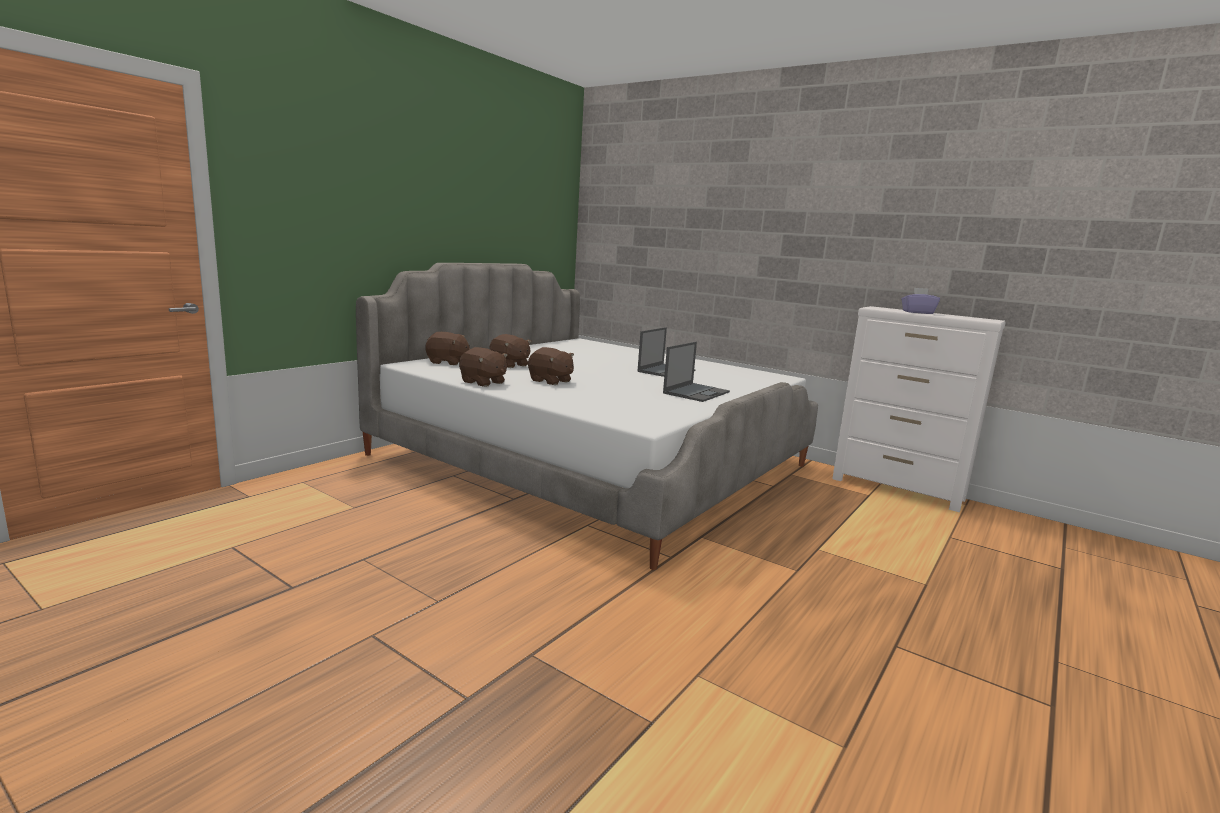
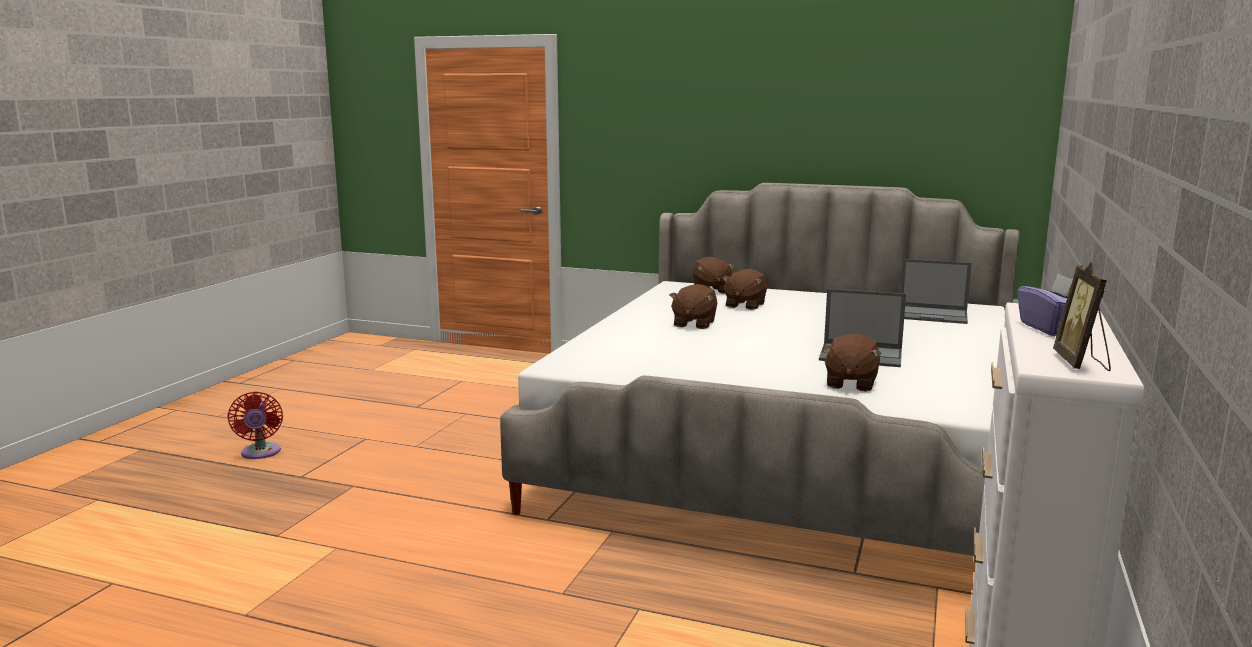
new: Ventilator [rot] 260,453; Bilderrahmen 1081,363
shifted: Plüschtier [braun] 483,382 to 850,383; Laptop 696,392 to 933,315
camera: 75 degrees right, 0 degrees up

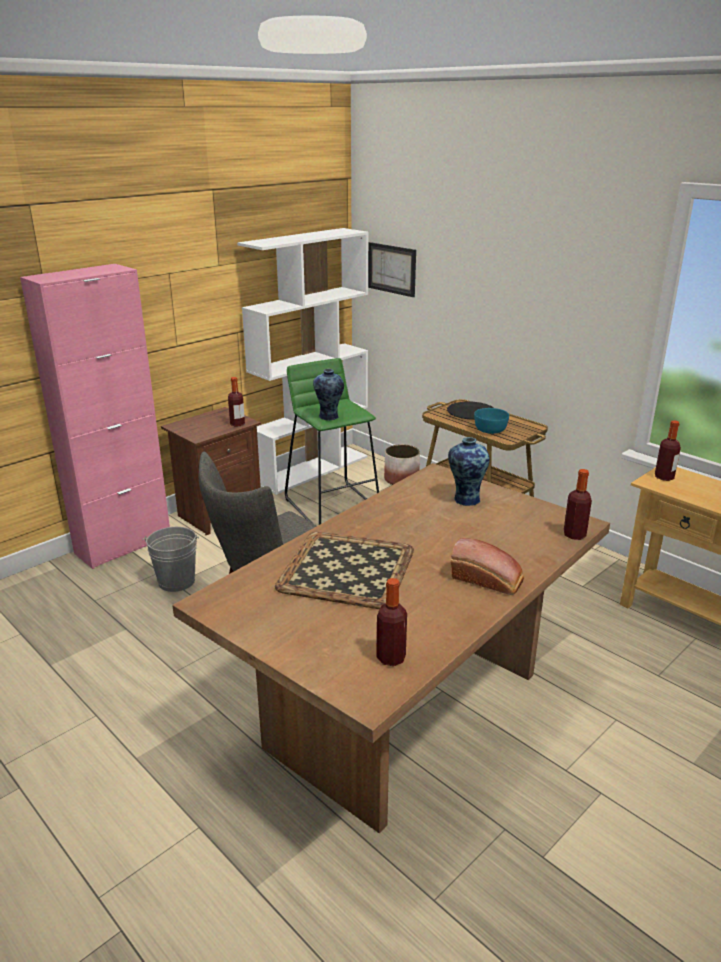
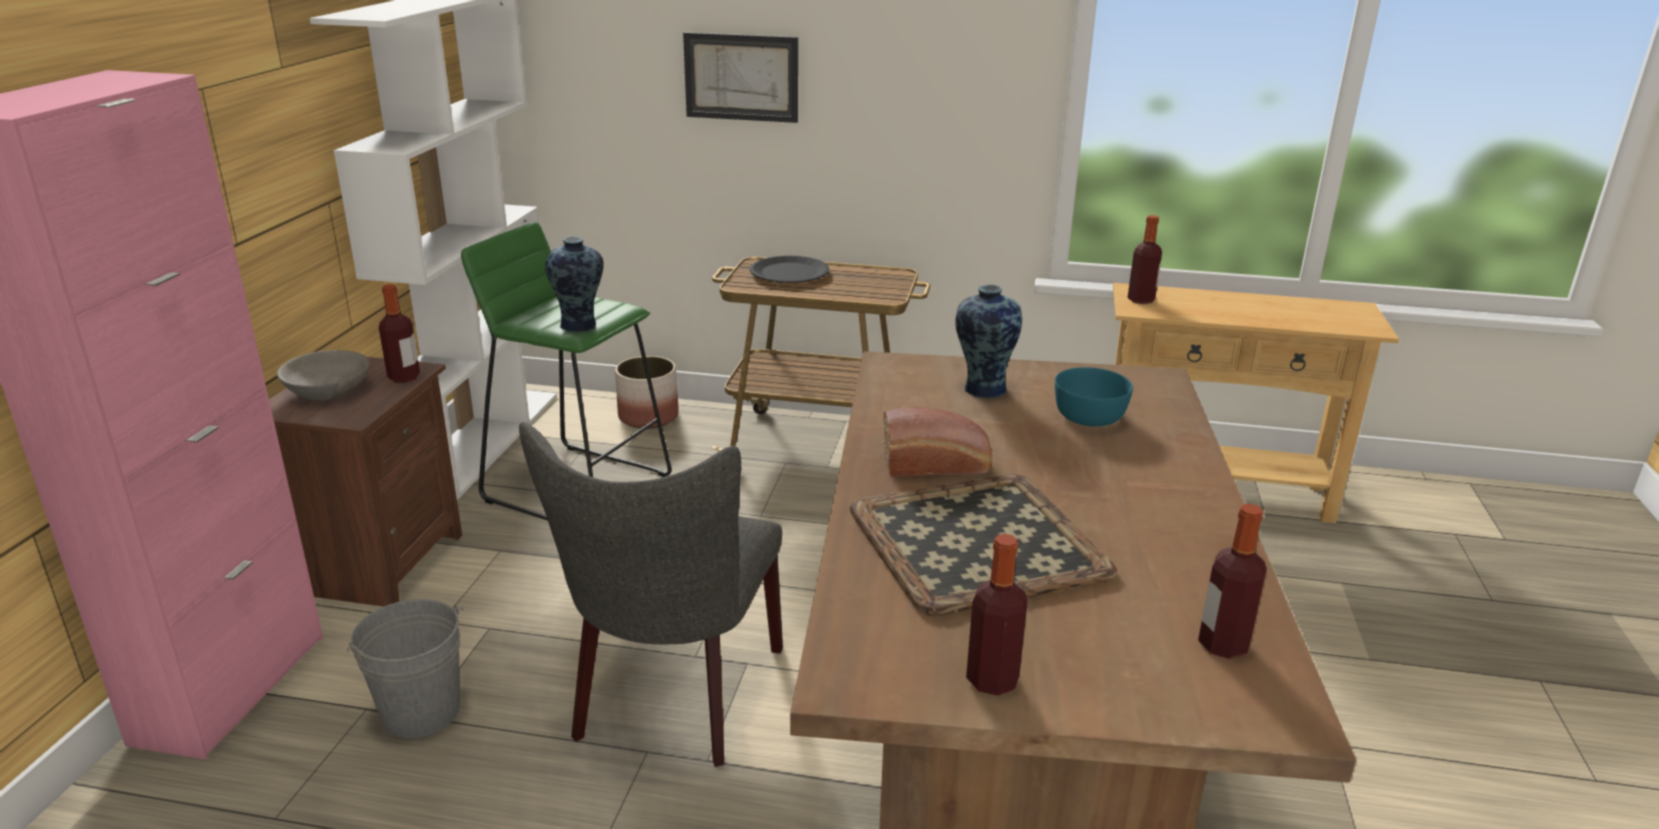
new: Schüssel [grau] 328,390
shifted: Bild 391,269 to 741,77; Brot 488,580 to 937,464; Schüssel [türkis] 490,430 to 1089,417; Flasche 574,535 to 992,680
camera: 35 degrees left, 0 degrees up

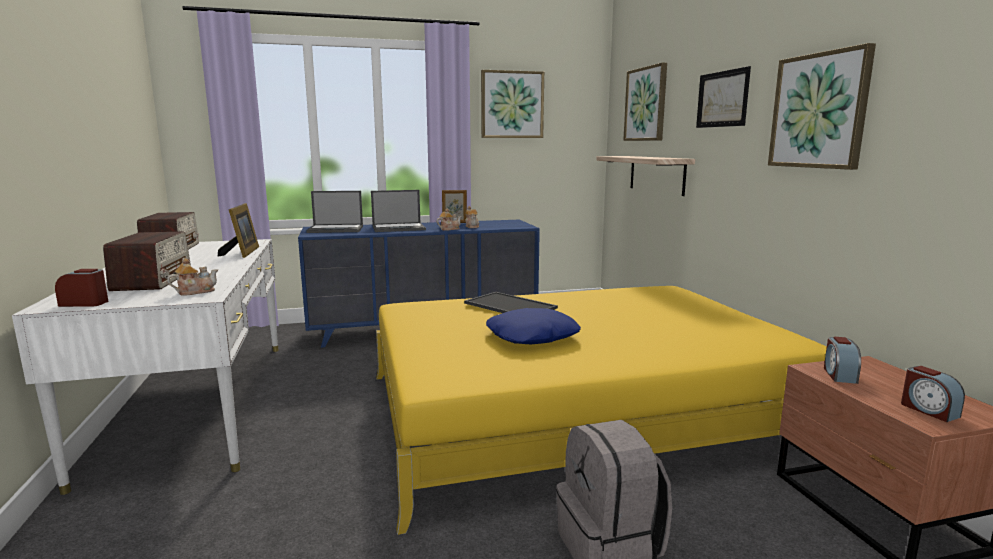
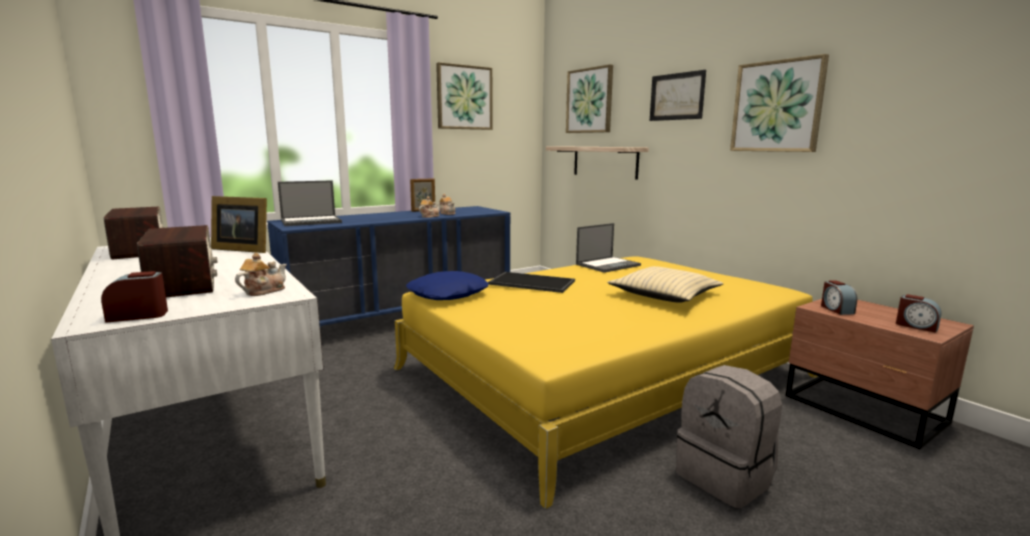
new: Kissen [beige] 664,295
shifted: Laptop 399,228 to 608,265; Kissen [blau] 532,336 to 448,294
rotated: Bilderrahmen 243,253 = 242,249 135 degrees clockwise
camera: 20 degrees left, 0 degrees up

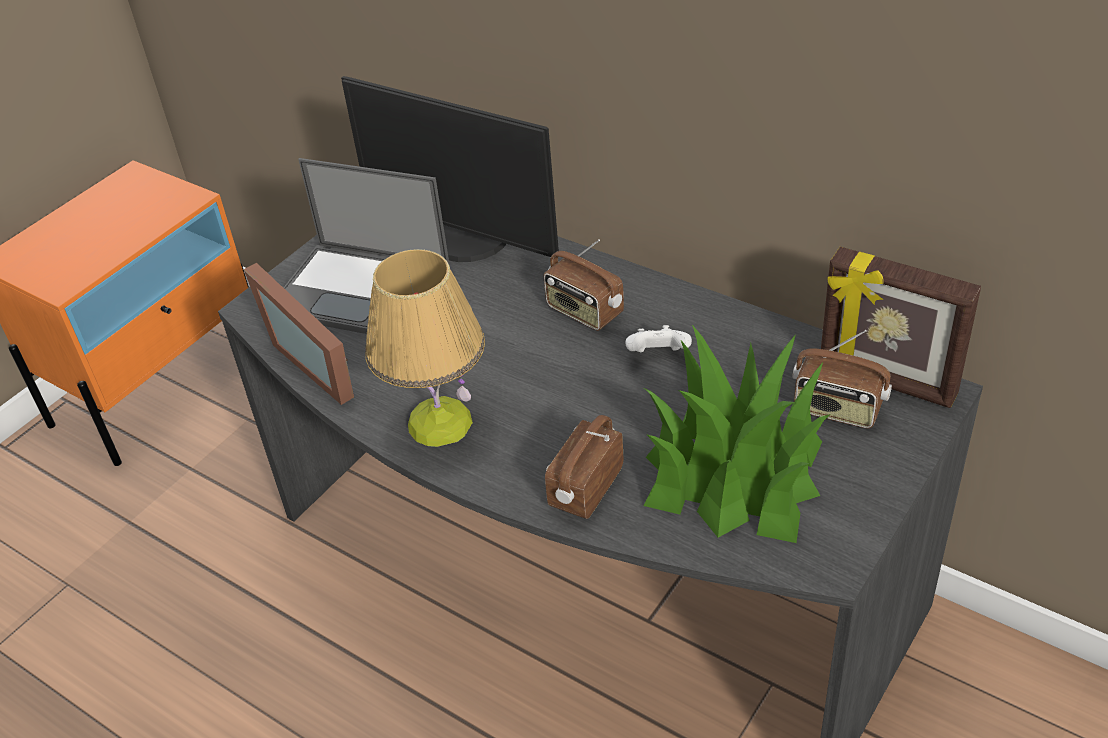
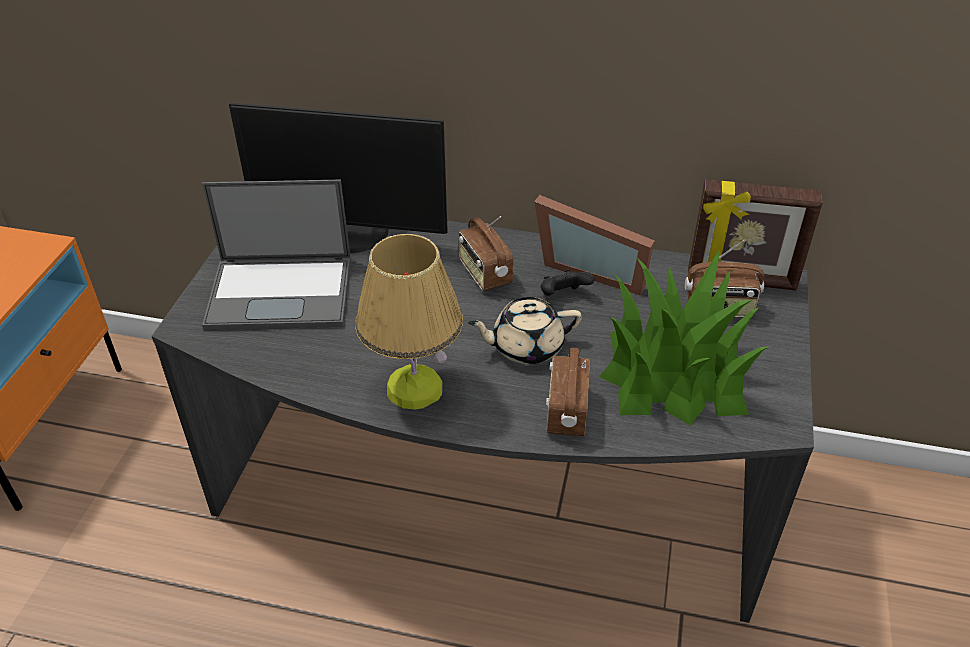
new: Teekanne [beige] 525,346
shifted: Bilderrahmen 319,361 to 592,268
repainted: Gamepad [weiß] 658,356 to Gamepad [schwarz] 563,296
rotated: Radio 584,312 = 484,273 45 degrees clockwise
camera: 25 degrees left, 0 degrees up

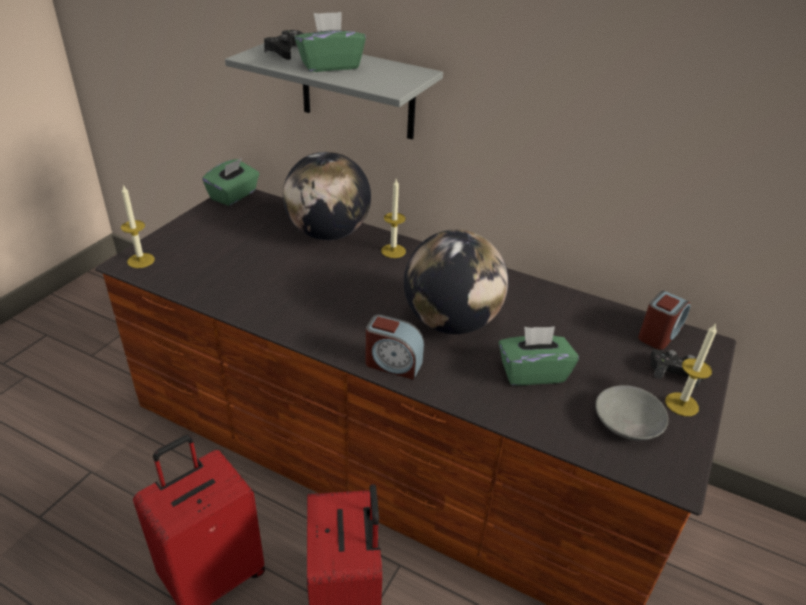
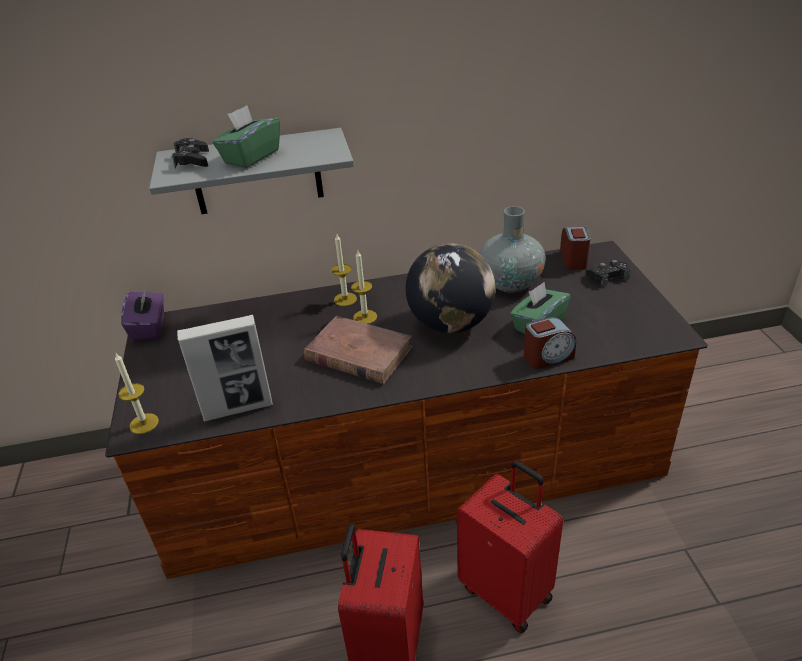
gone: Globus 328,234; Schüssel [grau] 627,424
new: Bilderrahmen 238,409; Buch [braun] 358,354; Vase [grau] 510,282
shifted: Wecker 393,363 to 547,357; Kerze 681,404 to 365,317
repainted: Taschentuchbox [grün] 234,195 to Taschentuchbox [lila] 150,327
camera: 35 degrees left, 0 degrees up

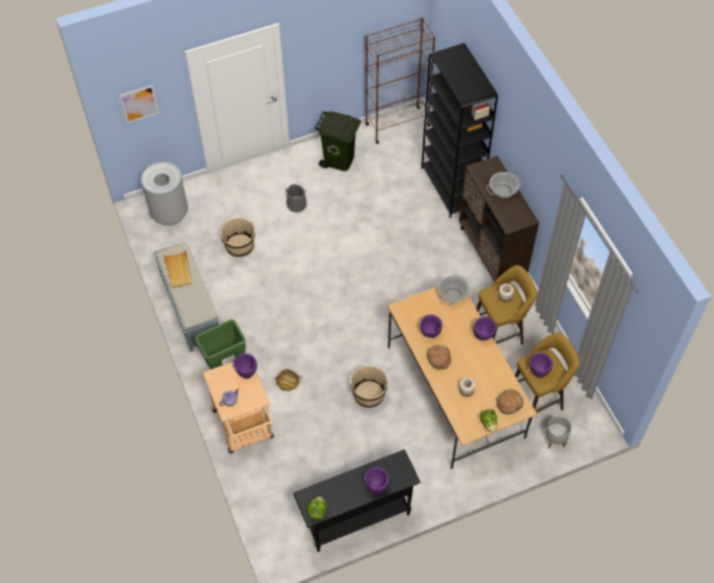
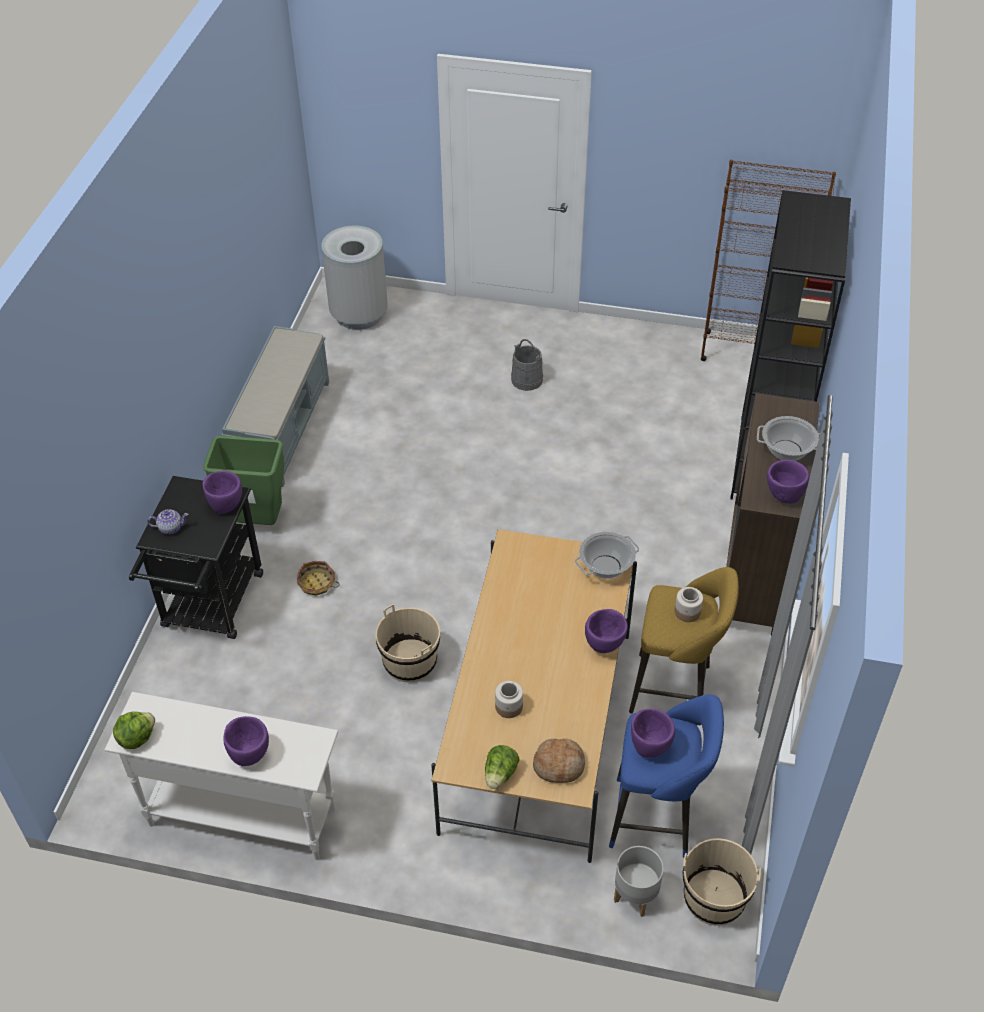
gone: Bild 139,104; Tablett [beige] 178,270; Mülleimer [grün] 339,160; Brot 438,359
shifted: Eimer [beige] 239,246 to 714,897; Schüssel [lila] 430,333 to 783,496
repainted: Rollwagen [beige] 245,428 to Rollwagen [schwarz] 210,607; Konsolentisch [schwarz] 357,518 to Konsolentisch [weiß] 242,816; Hocker [gelb] 538,399 to Hocker [blau] 657,818
camera: 35 degrees right, 10 degrees down

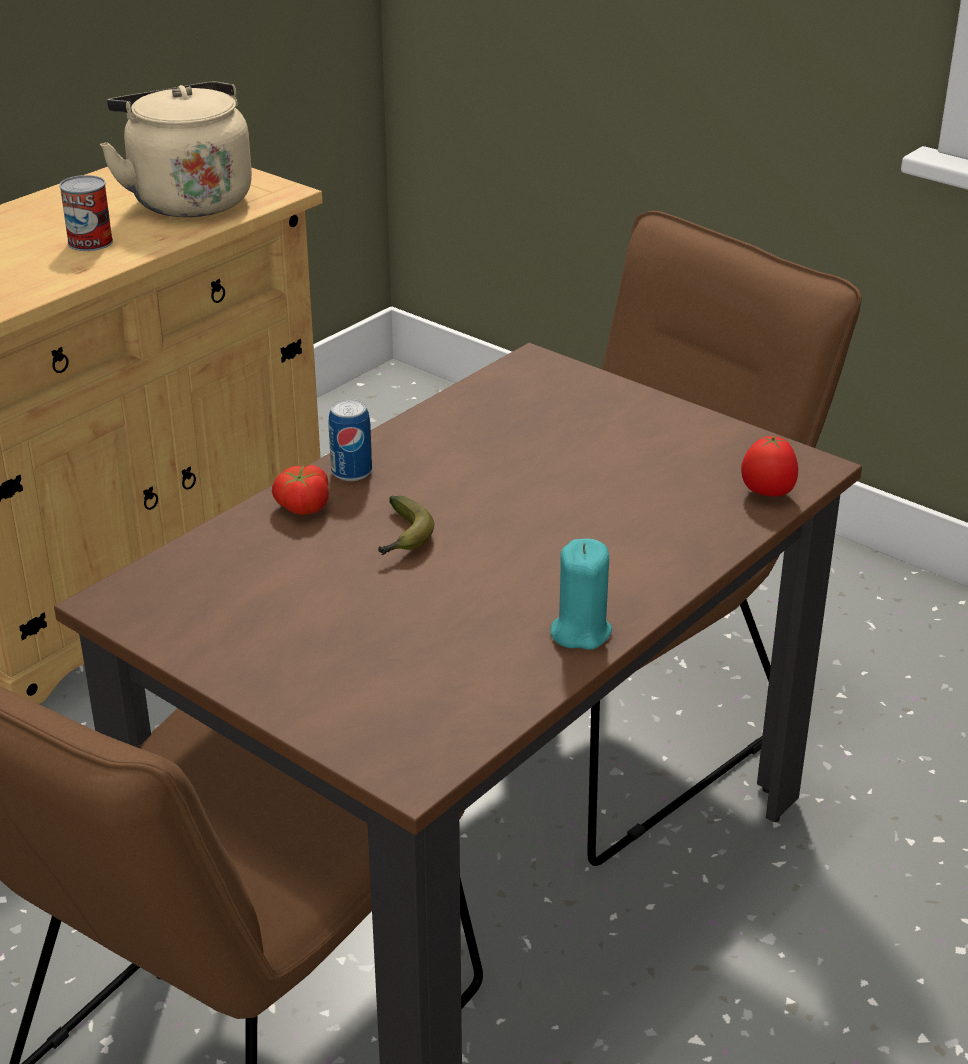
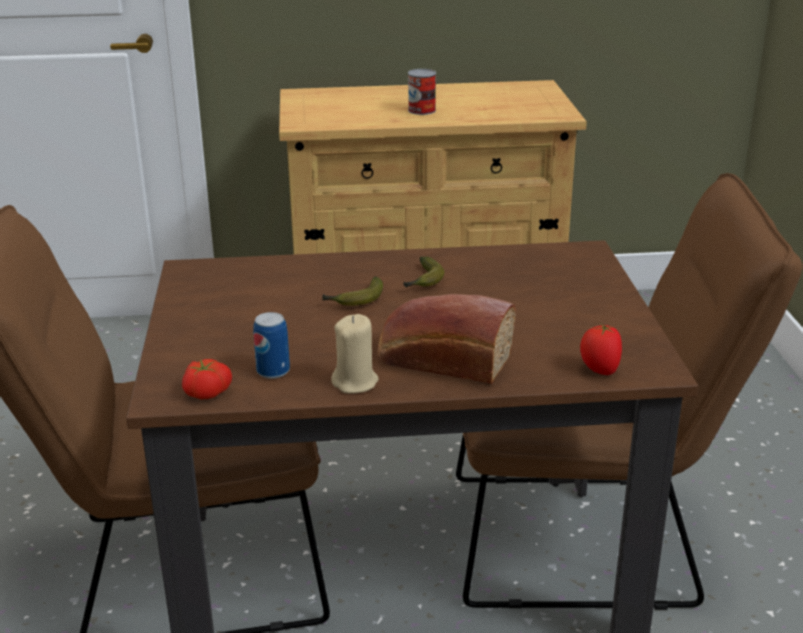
gone: Wasserkessel [beige] 187,199
new: Brot 441,361; Banane 423,281
shifted: Tomate 301,507 to 206,392; Dose 351,472 to 273,371
repainted: Kerze [türkis] 580,632 to Kerze [beige] 355,382
camera: 45 degrees right, 5 degrees down

